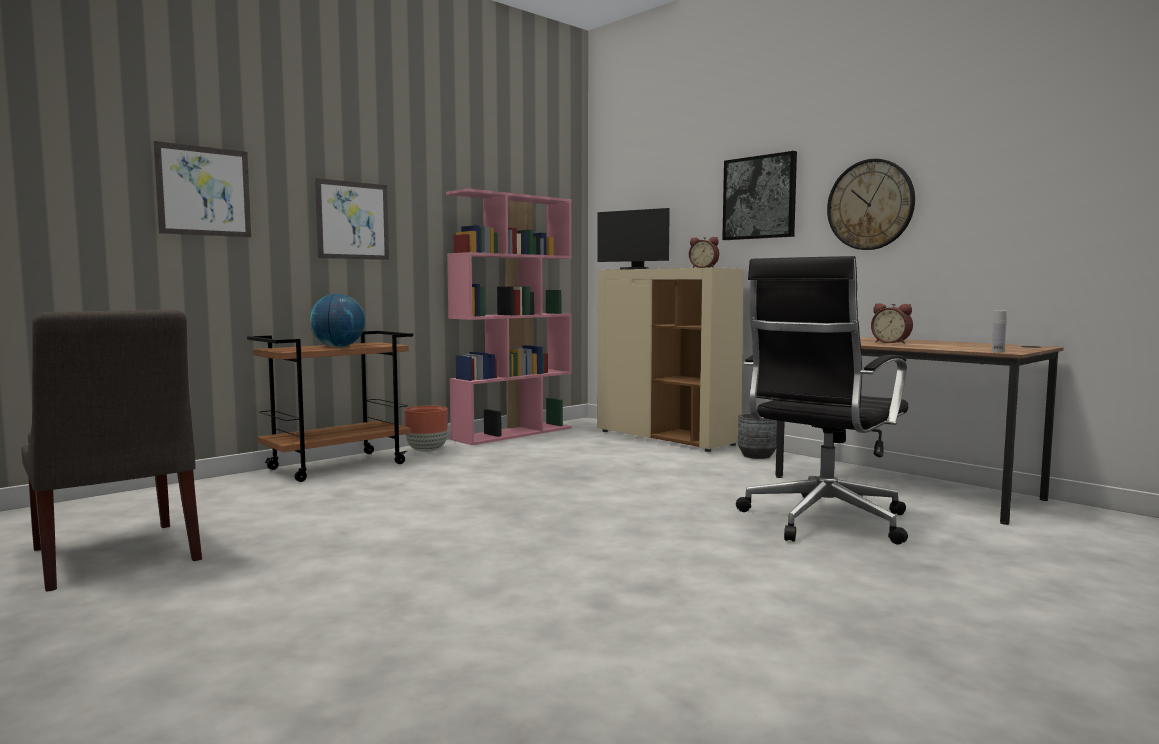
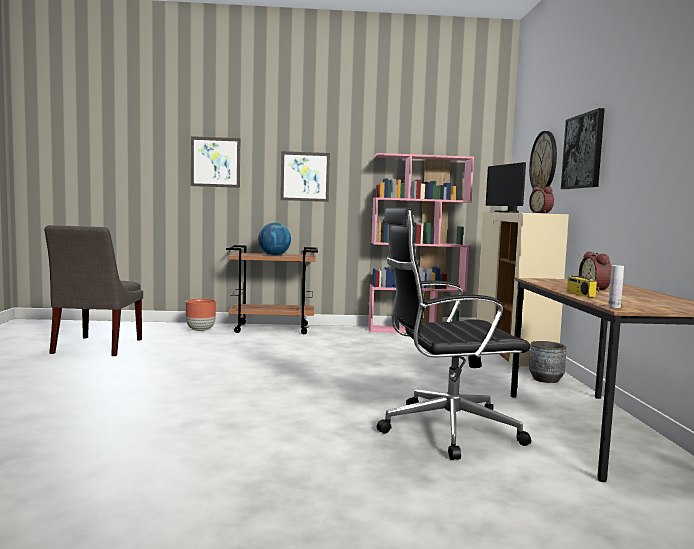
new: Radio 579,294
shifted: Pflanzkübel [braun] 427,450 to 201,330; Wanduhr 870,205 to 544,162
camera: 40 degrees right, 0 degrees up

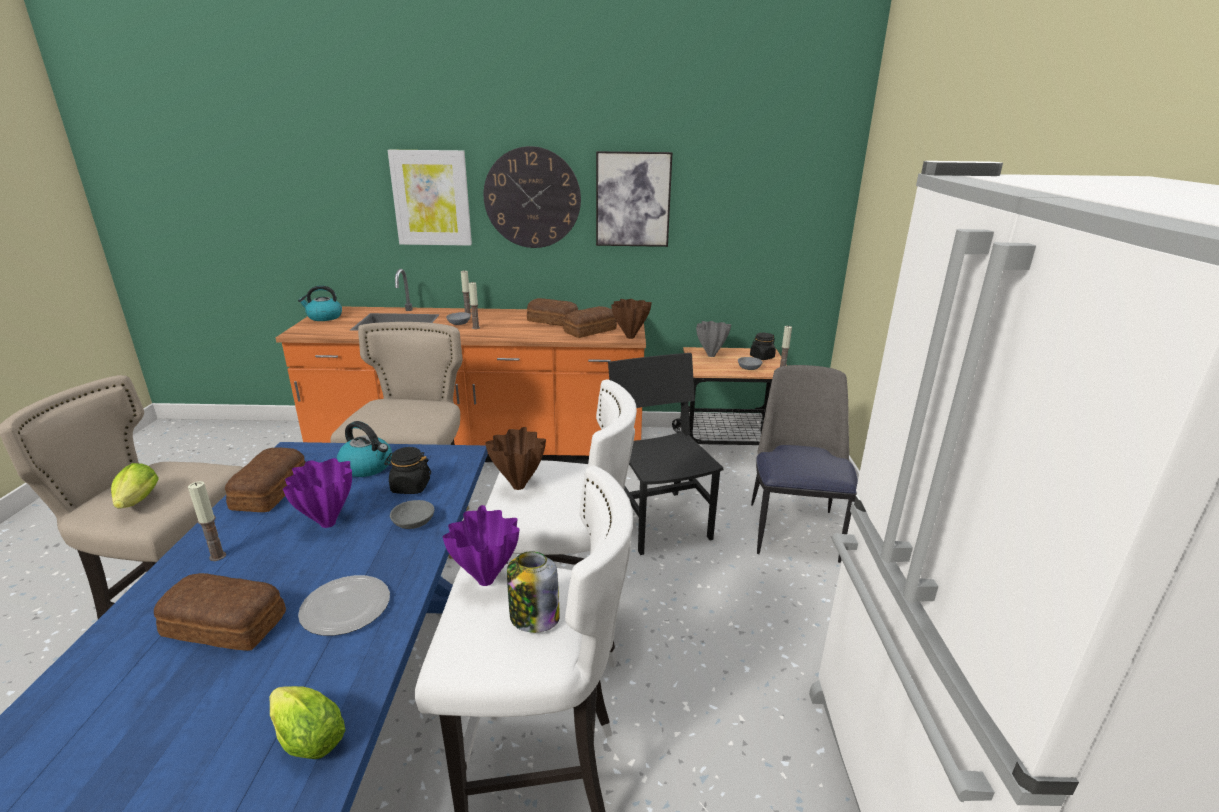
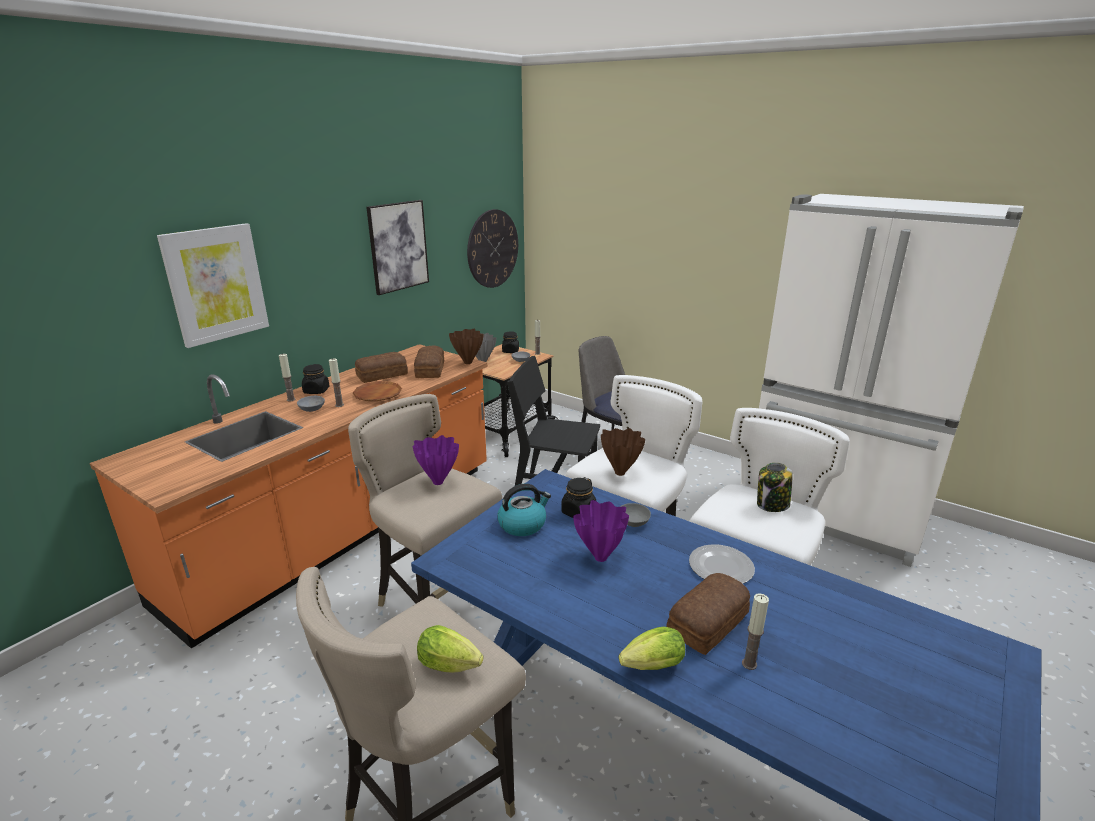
gone: Brot 268,491; Wasserkessel 324,317
new: Vorratsglas [schwarz] 316,391; Teller [braun] 378,395
shifted: Kerze 217,556 to 749,664; Salatkopf 306,737 to 649,667; Vase [lila] 486,581 to 438,482; Wanduhr 532,198 to 493,249
camera: 55 degrees left, 0 degrees up

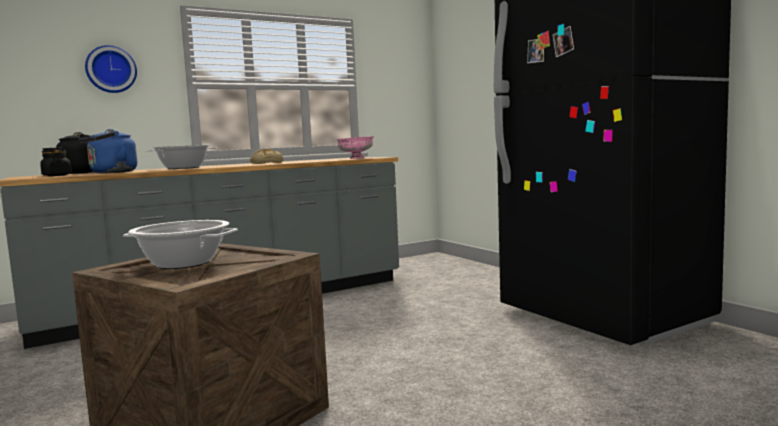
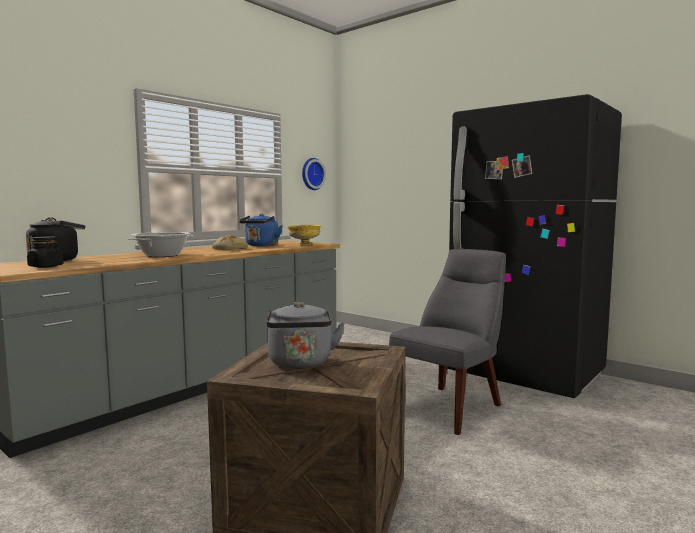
new: Stuhl [grau] 450,407
shifted: Wasserkessel [blau] 111,172 to 261,246; Wanduhr 111,69 to 311,174
swapped: Kochtopf 183,263 to Wasserkessel [grau] 300,364
repainted: Schüssel [rosa] 356,158 to Schüssel [gelb] 304,245
camera: 20 degrees left, 0 degrees up

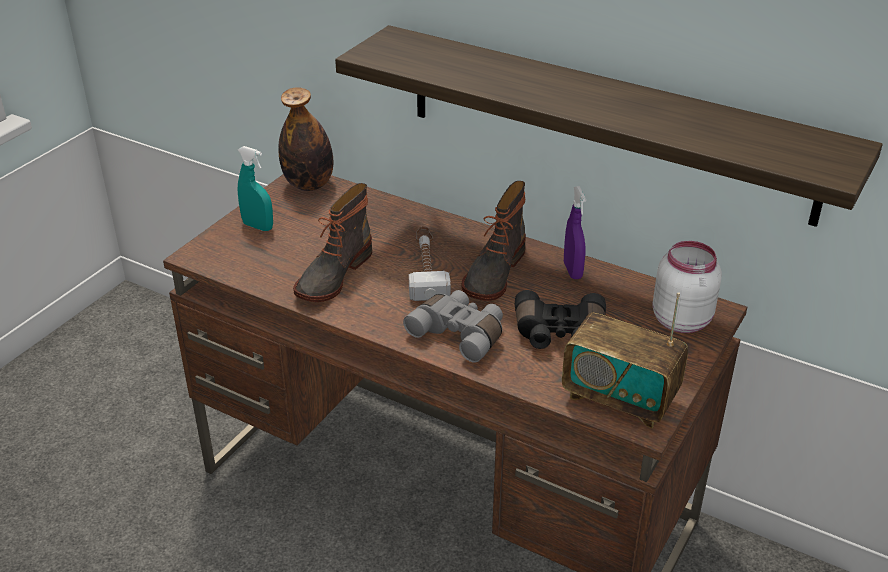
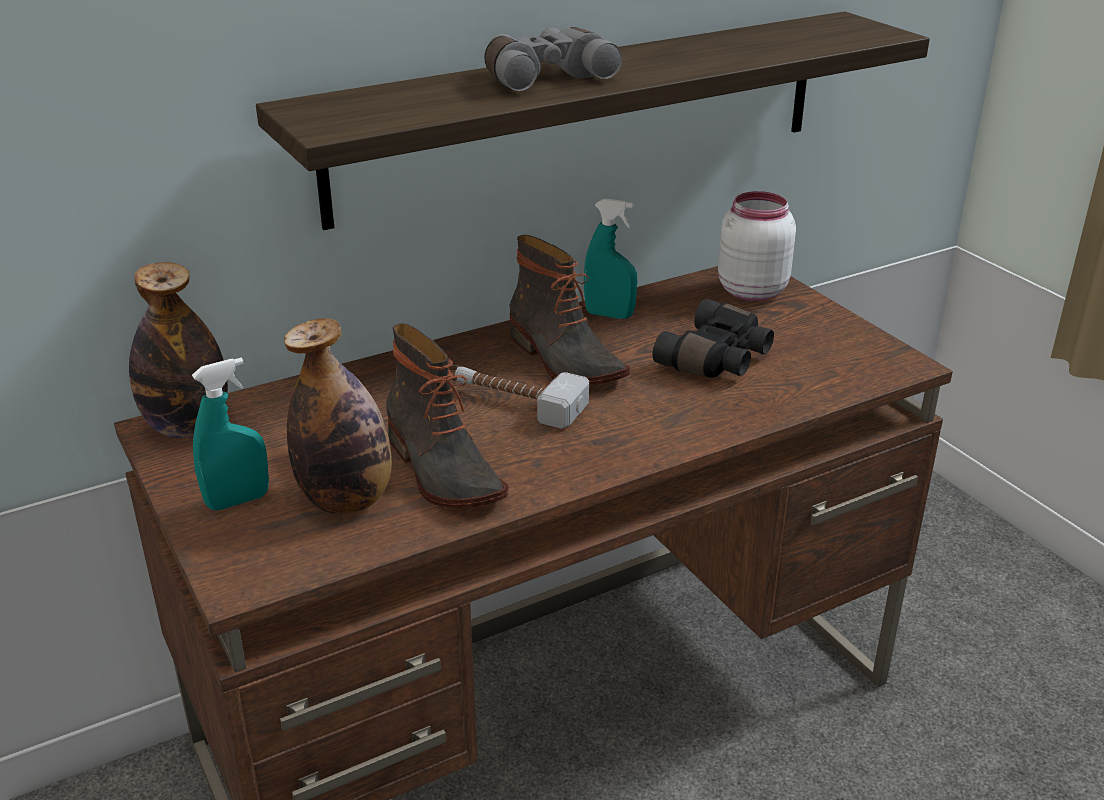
gone: Radio 620,398
new: Flasche 347,500
shifted: Fernglas [grau] 460,334 to 544,77
repainted: Sprühflasche [lila] 572,271 to Sprühflasche [türkis] 609,315
camera: 60 degrees left, 5 degrees down

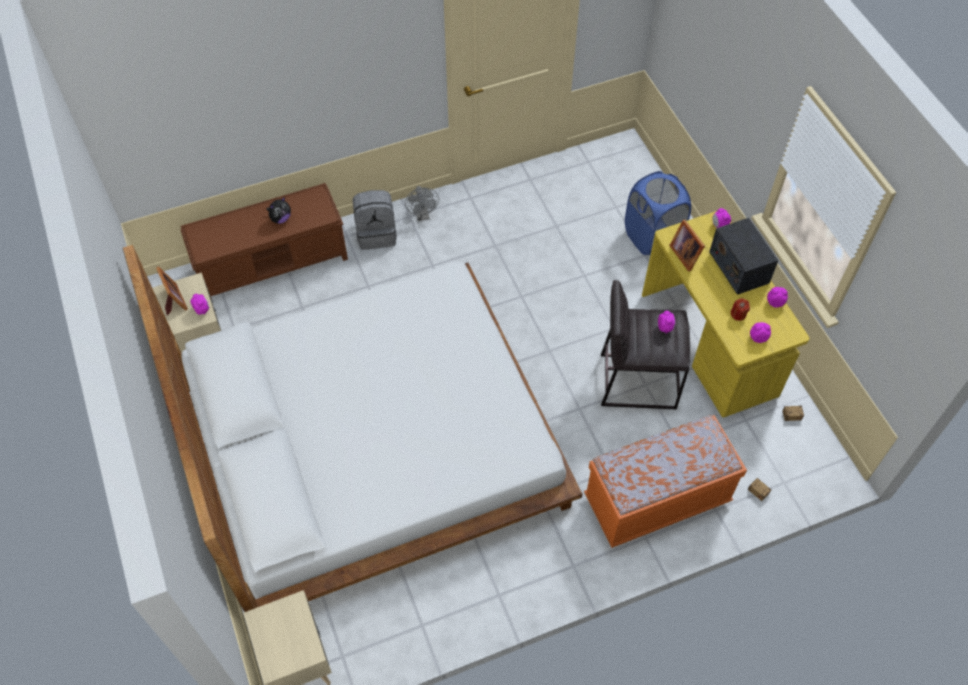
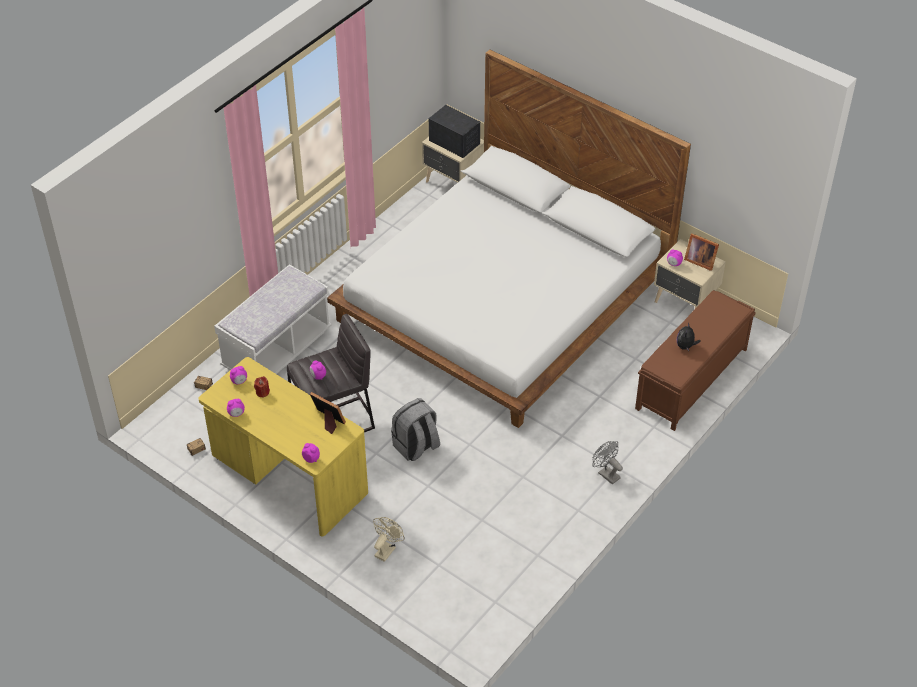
shifted: Rucksack [grau] 377,234 to 416,447; Radio 738,267 to 454,142
swapped: Wäschekorb [blau] 652,238 to Ventilator [beige] 387,549
repainted: Bank [orange] 656,500 to Bank [weiß] 277,349
camera: 150 degrees right, 10 degrees down

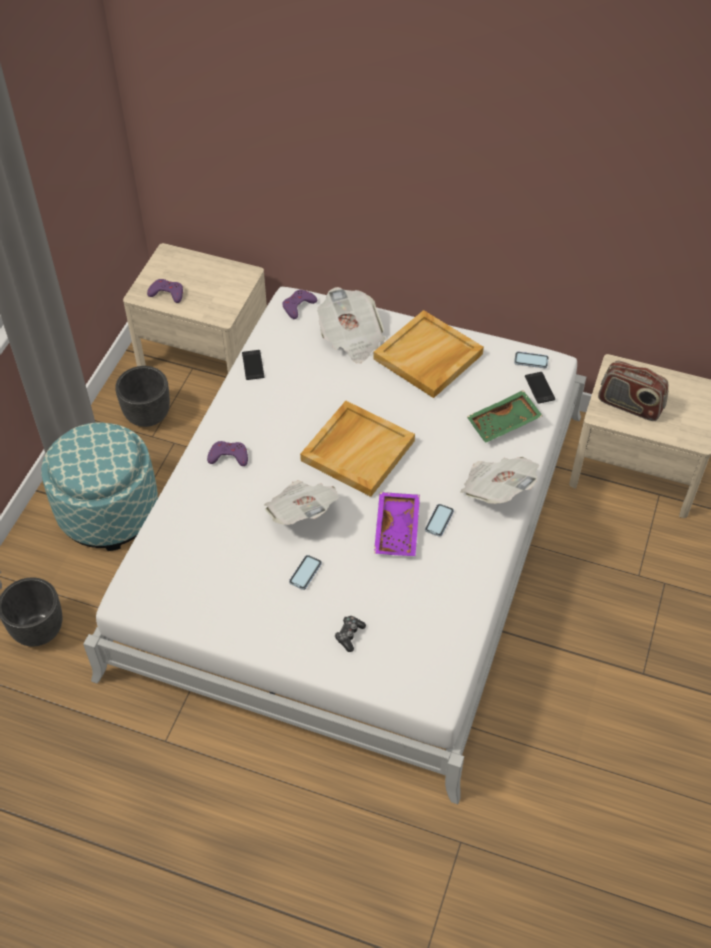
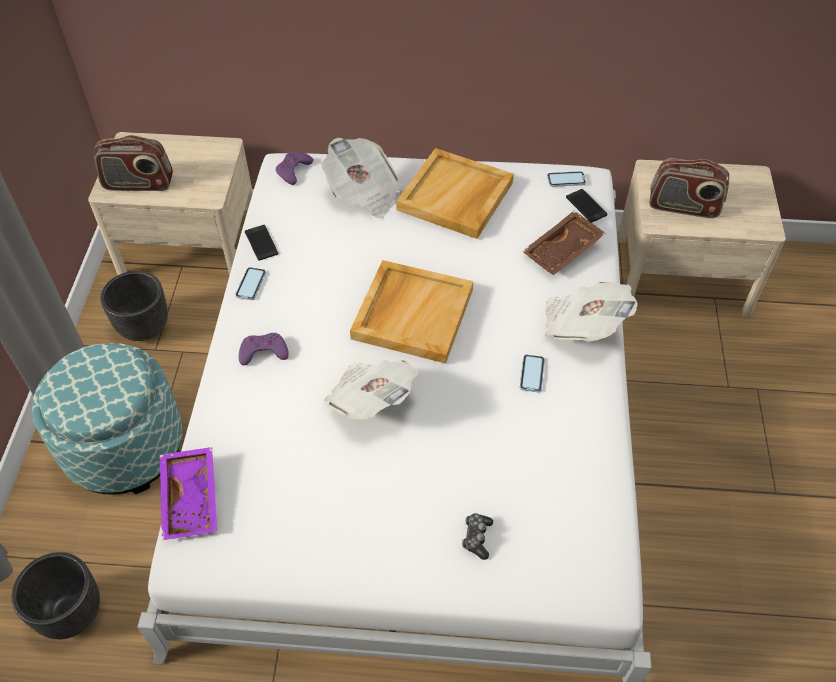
shifted: Handy 305,573 to 251,284; Tablett [lila] 398,530 to 192,498
swapped: Gamepad [lila] 167,293 to Radio 138,184
repainted: Tablett [grün] 504,423 to Tablett [braun] 563,251
camera: 15 degrees left, 0 degrees up

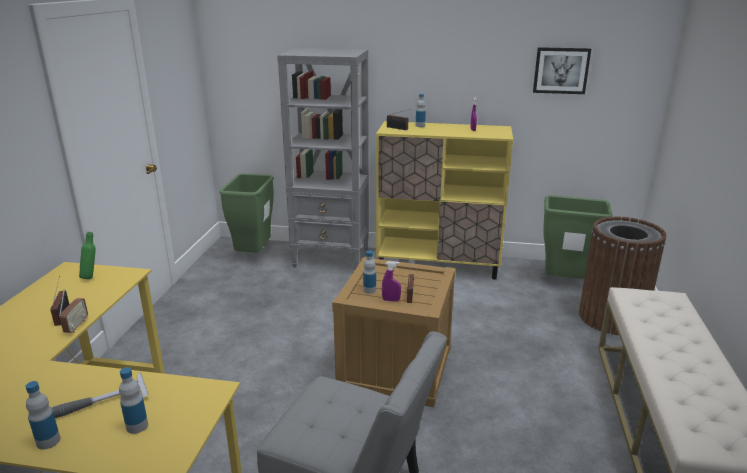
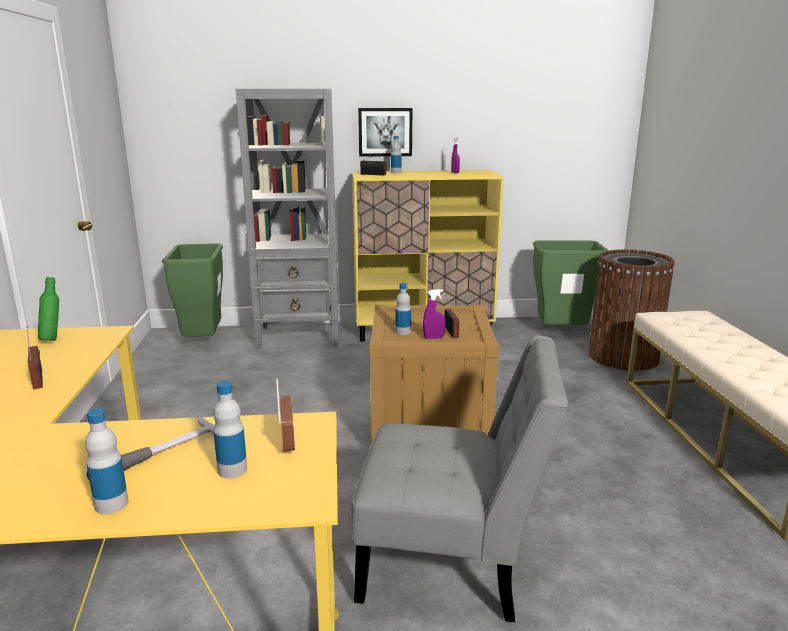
shifted: Radio 76,326 to 287,442; Bild 561,70 to 385,132
camera: 15 degrees left, 5 degrees down

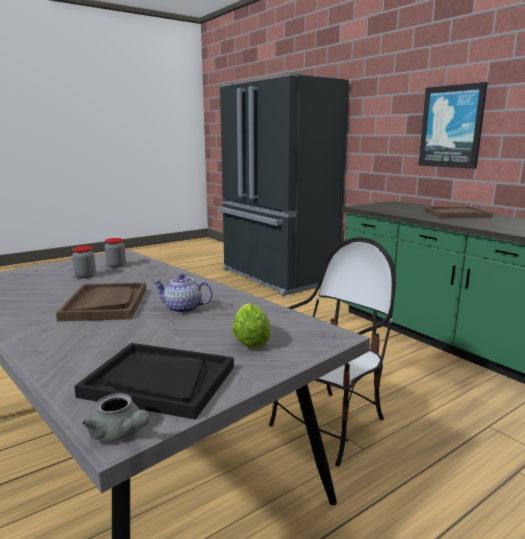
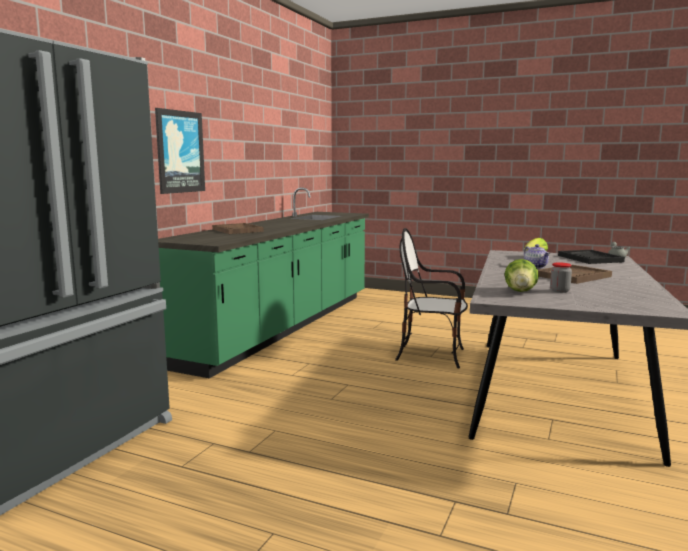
swapped: Vorratsglas 116,266 to Salatkopf 520,291
camera: 120 degrees left, 5 degrees down

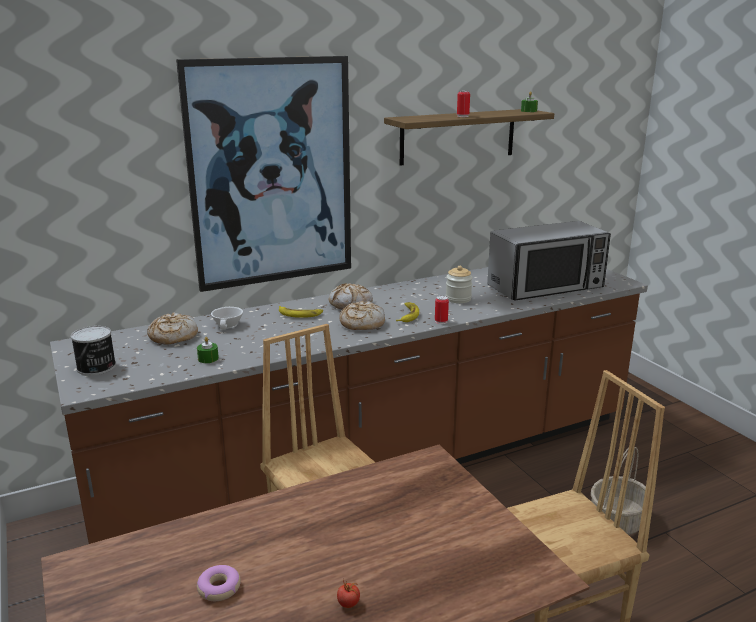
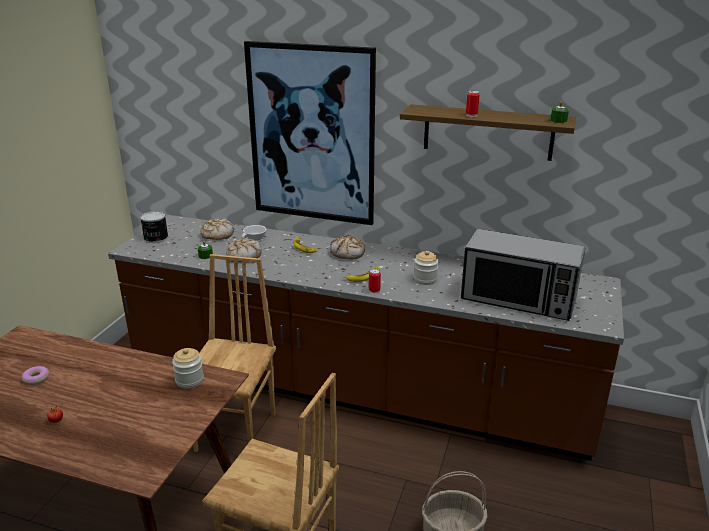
new: Vorratsglas 189,380
shifted: Brot 361,323 to 244,255
camera: 45 degrees right, 5 degrees up

